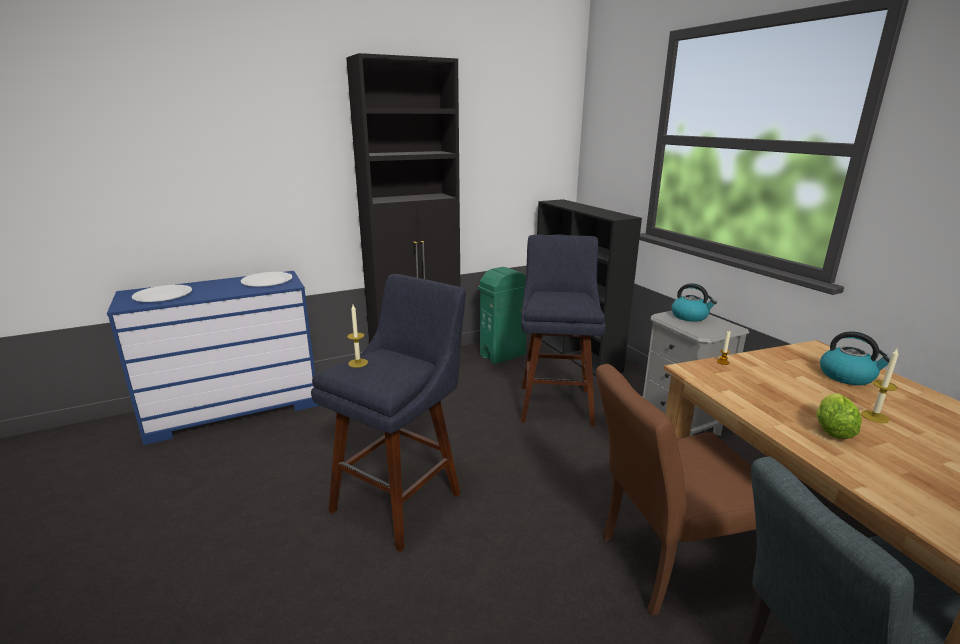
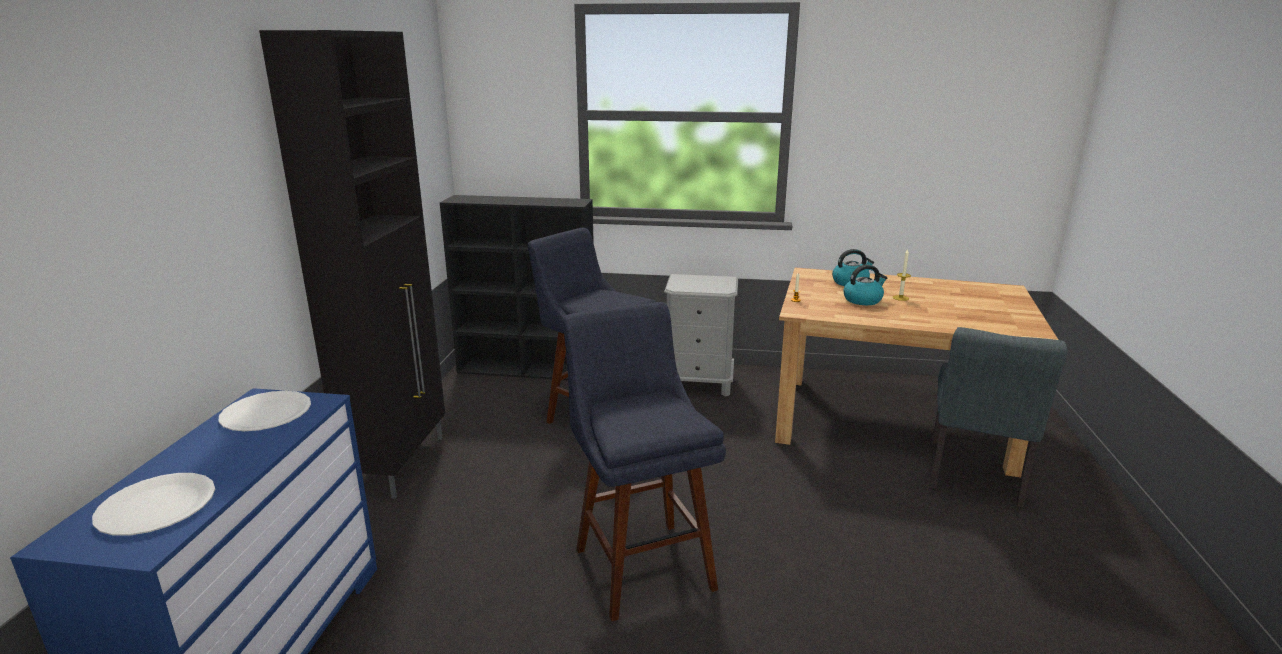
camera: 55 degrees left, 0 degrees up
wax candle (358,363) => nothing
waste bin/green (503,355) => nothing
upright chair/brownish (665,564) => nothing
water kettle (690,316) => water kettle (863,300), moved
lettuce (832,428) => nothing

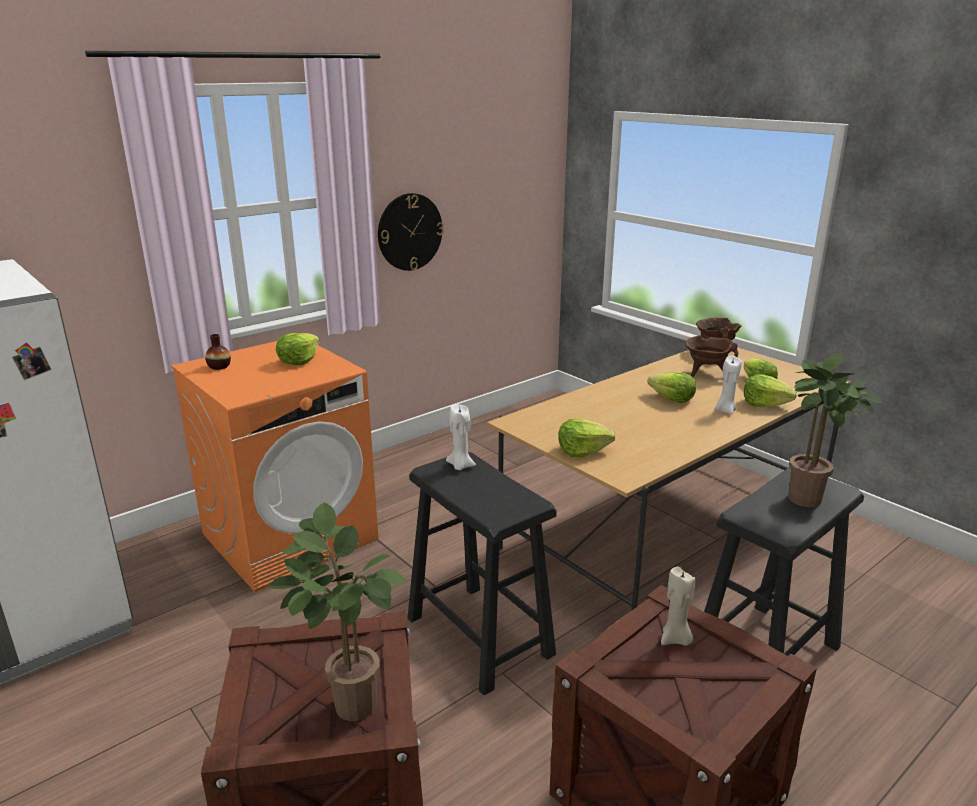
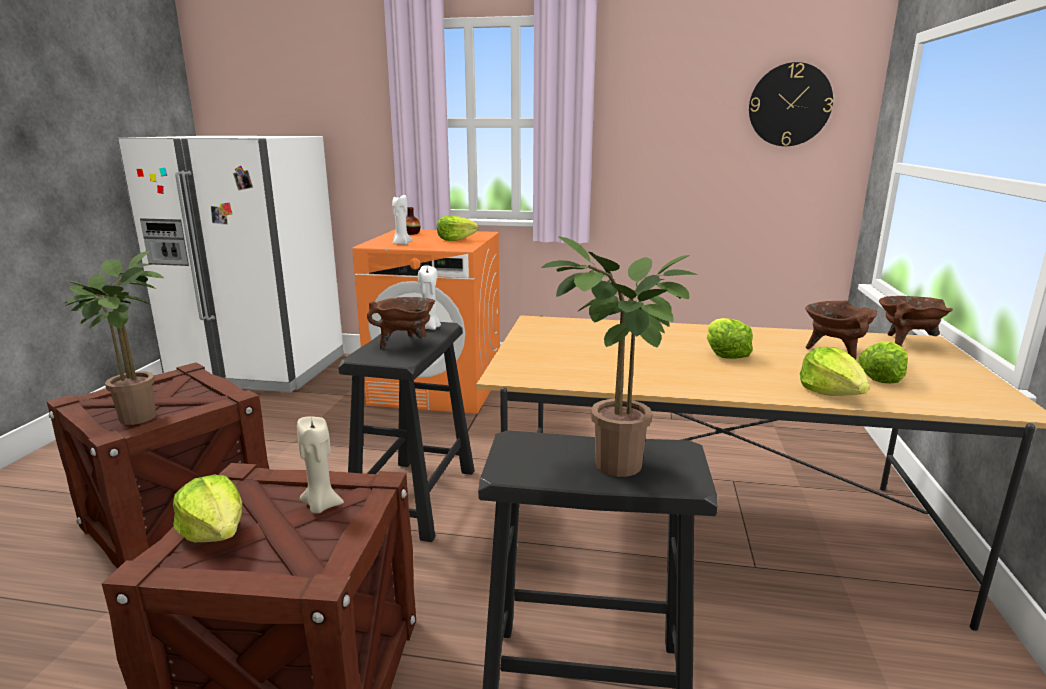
camera: 50 degrees right, 5 degrees down
wall clock (410,232) => wall clock (789,105), moved
lettuce (582,451) => lettuce (215,532), moved
wax candle/whitish (725,410) => wax candle/whitish (401,244), moved
nothing => stockpot/brownish (405,344)

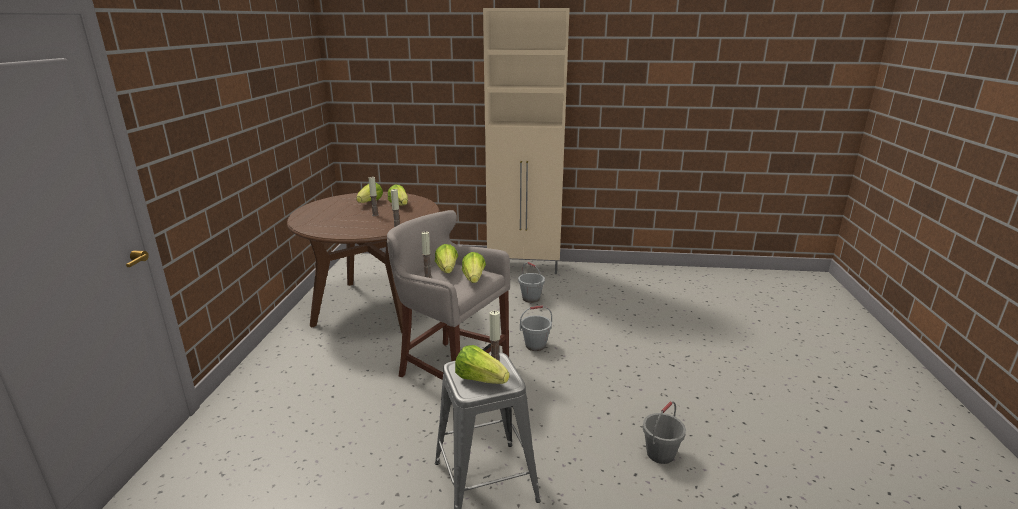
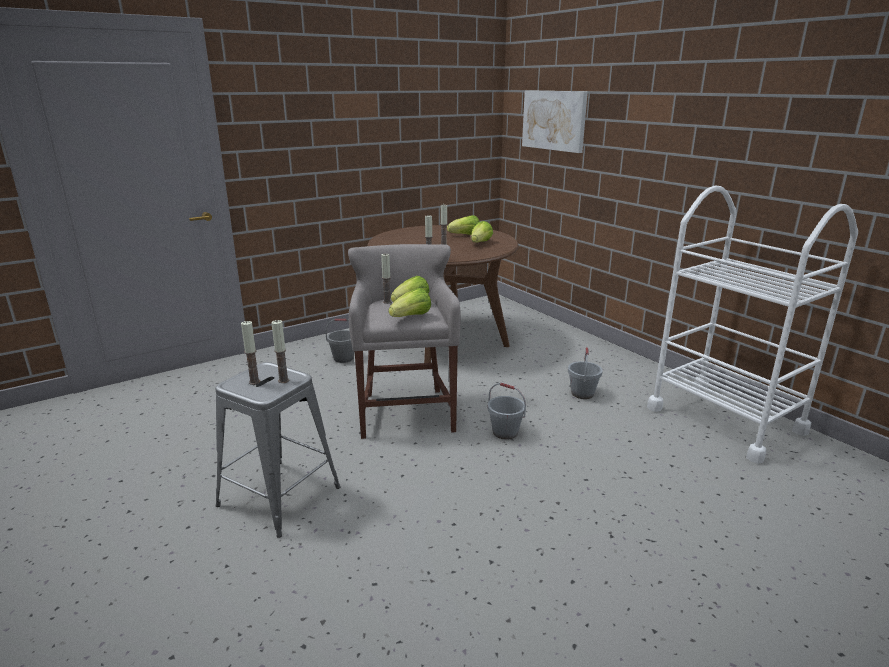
camera: 50 degrees right, 0 degrees up
lettuce (480,379) => wax candle (254,382)
cabinet/sand-coloured (525,267) => nothing
water bucket/gray (660,454) => water bucket/gray (343,358), moved
nothing => picture (554,120)
nothing => trolley/whitish (725,419)

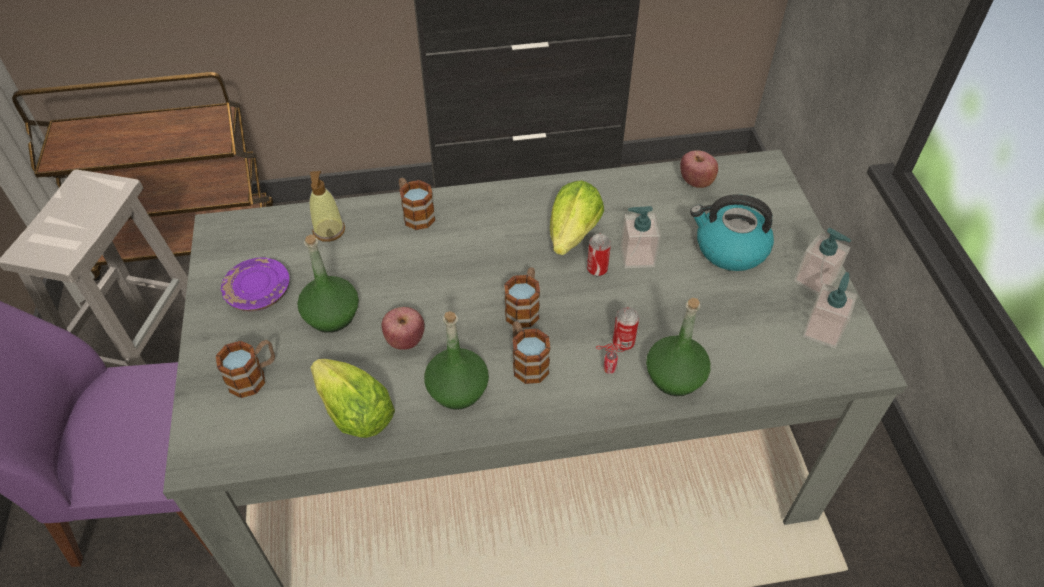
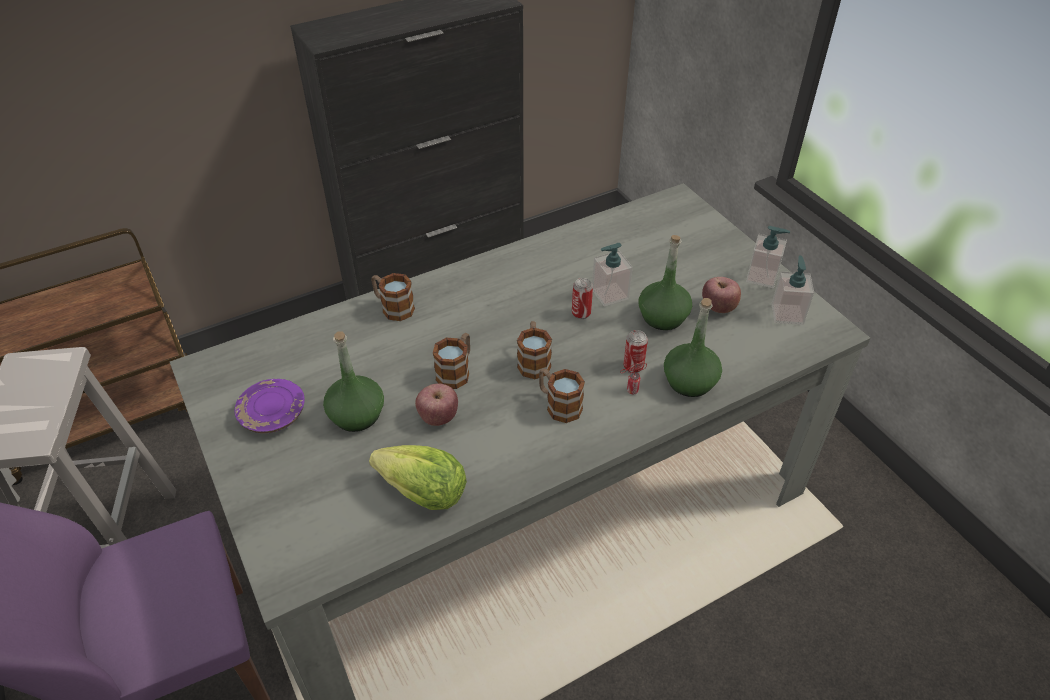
camera: 20 degrees left, 5 degrees down
mug (254,376) => mug (456,371), moved
soap bottle (329,231) => nothing
beverage bottle/green (458,389) => beverage bottle/green (662,317), moved
lettuce (573,234) => nothing
apple fruit (696,181) => apple fruit (718,307), moved
water kettle (729,249) => nothing

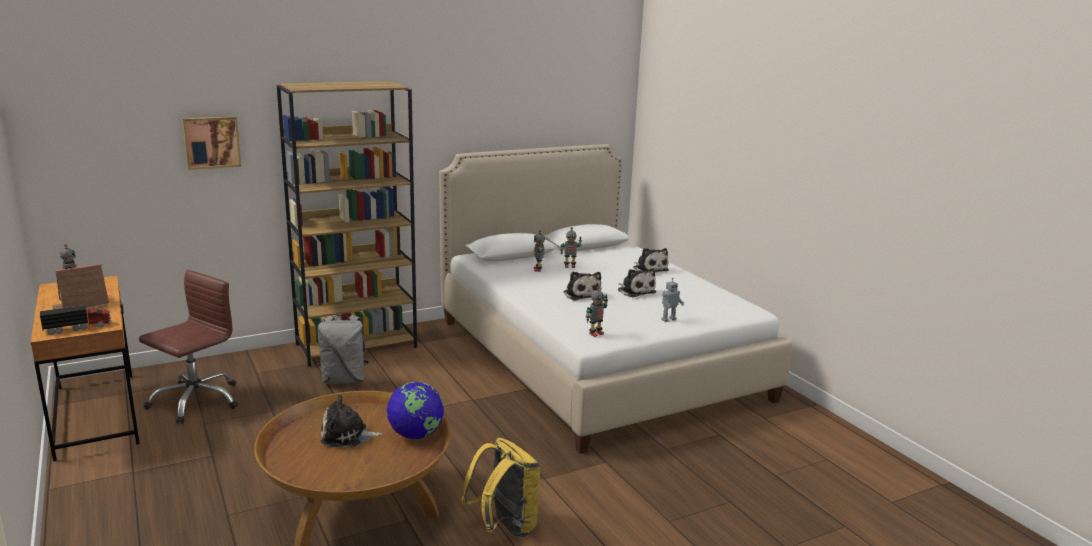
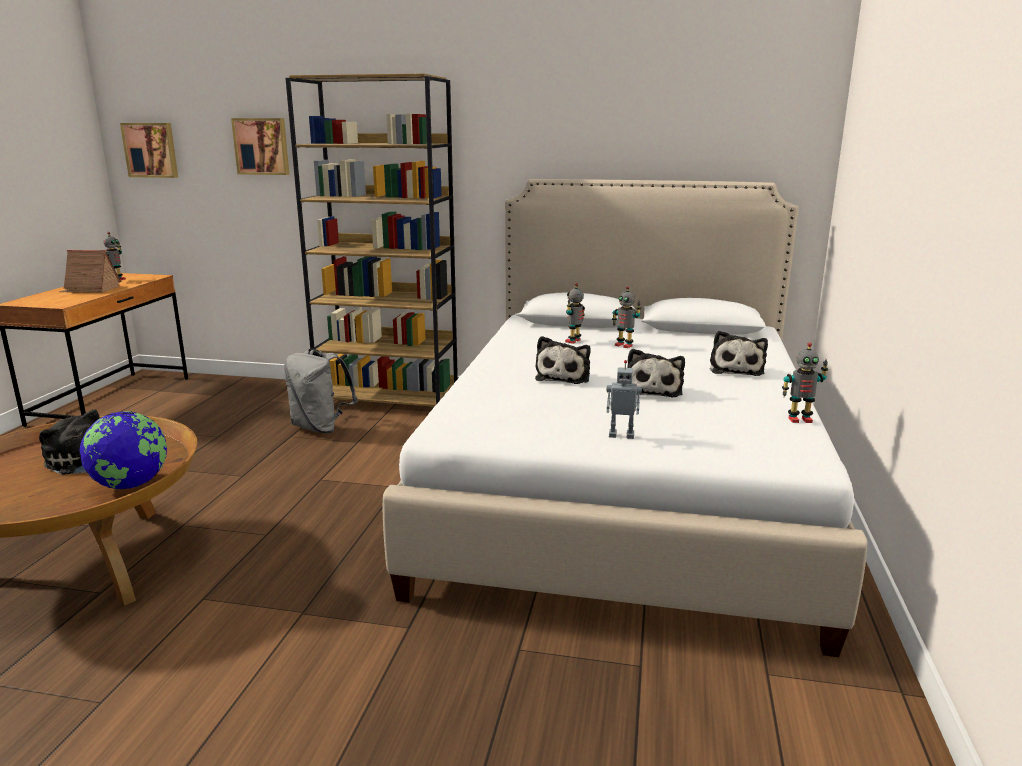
camera: 40 degrees right, 0 degrees up
model truck (78,327) => nothing
desk chair/brownish (195,401) => nothing
rucksack/yellowish (504,527) => nothing
toy robot (595,333) => toy robot (799,419), moved
nothing => picture (151,150)

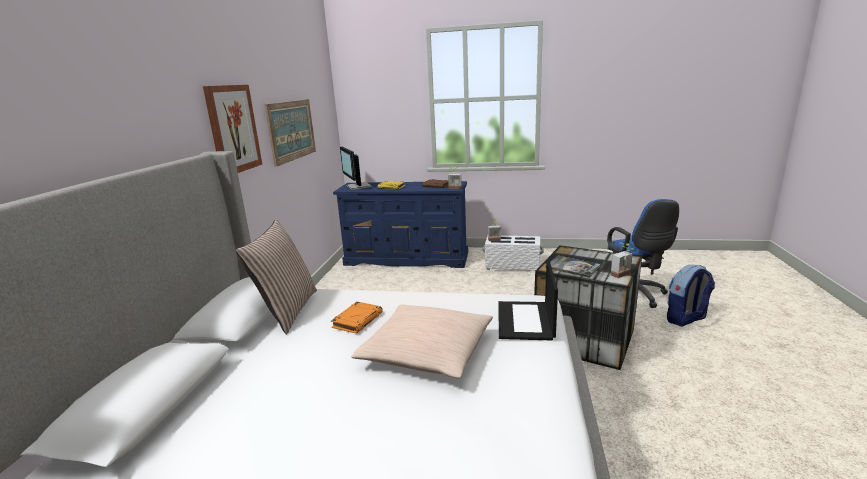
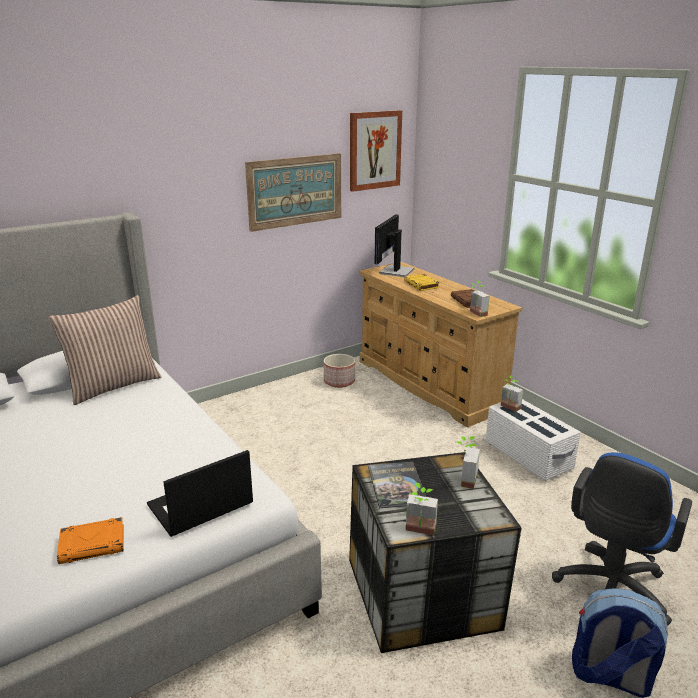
camera: 45 degrees right, 5 degrees up
picture (233,129) => picture (374,150), moved
bound book/orangey (357,320) => bound book/orangey (93,544), moved
drawer chest/blue-coloured (407,259) => drawer chest/sand-coloured (429,384)
cushion/sand-coloured (427,352) => nothing
nothing => plant pot (339,382)
nothing => plant in a pot (463,479)

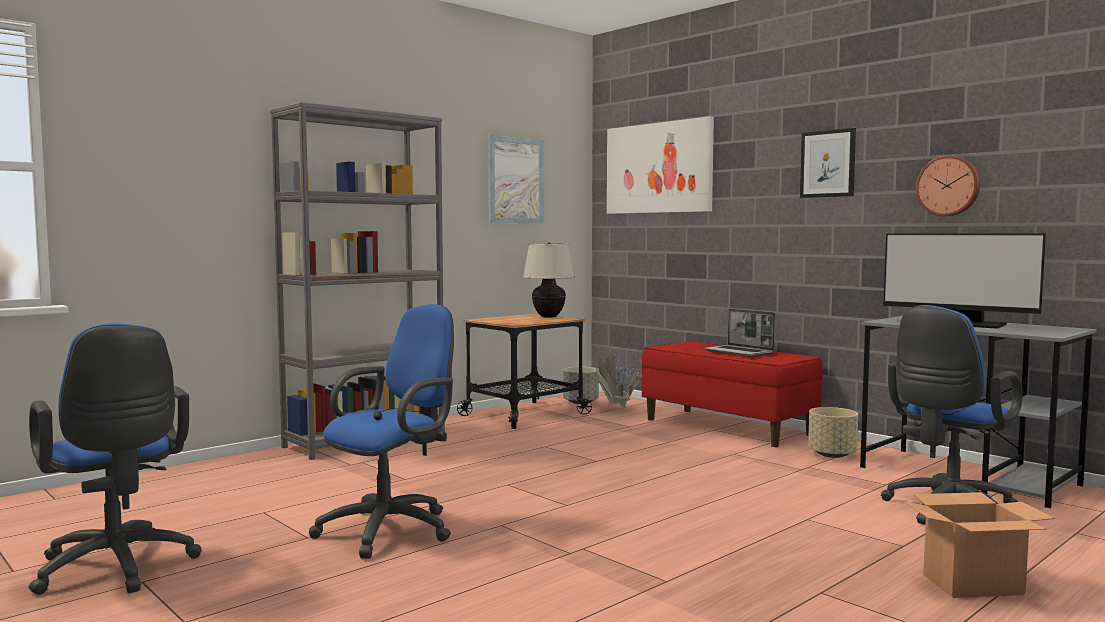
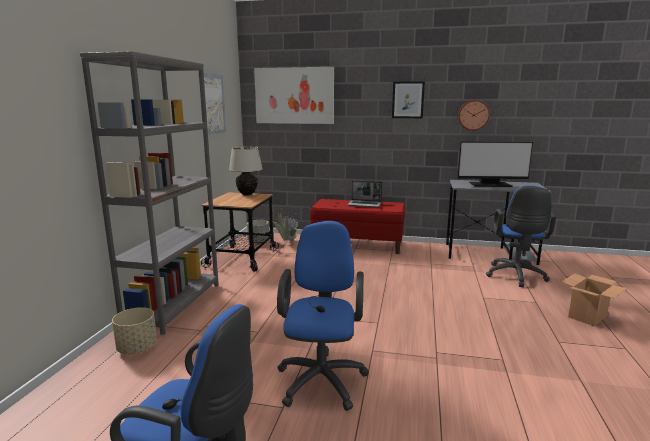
camera: 35 degrees left, 10 degrees up
plant pot/sand-coloured (832,455) => plant pot/sand-coloured (137,348), moved

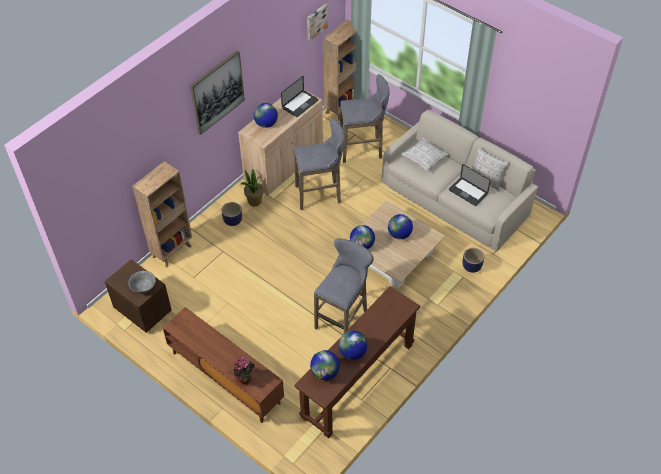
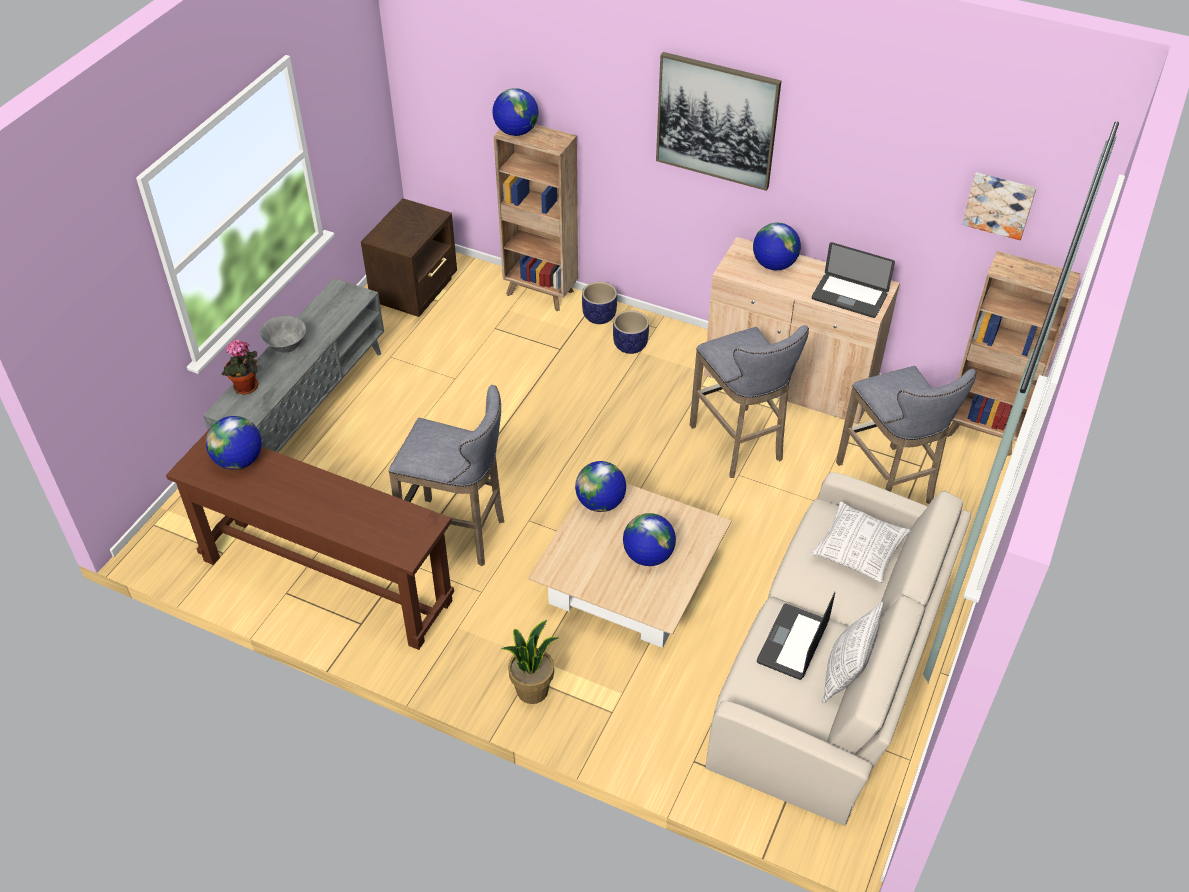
camera: 75 degrees right, 5 degrees down
deep dish/gray (144,288) => deep dish/gray (286,347), moved
tv unit/brownish (225,377) => tv unit/gray (307,408)
plant in a pot (254,201) => plant in a pot (532,690), moved
desk globe (352,352) => desk globe (516,132), moved
plant pot (471,267) => plant pot (599,317), moved

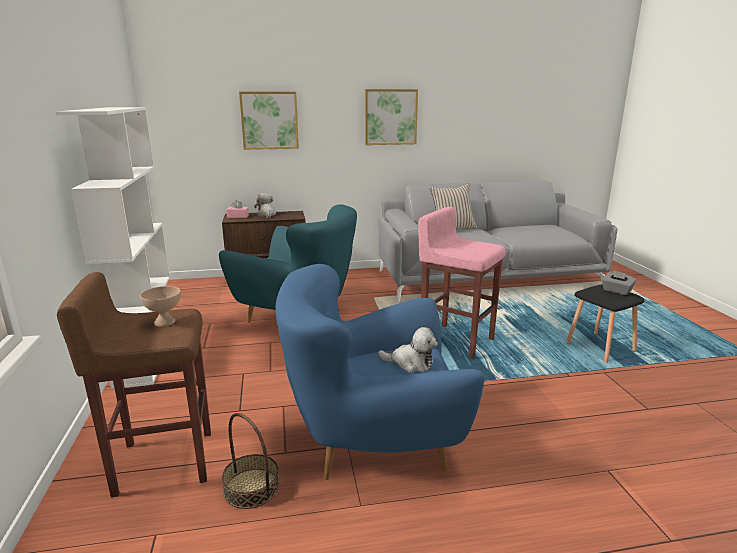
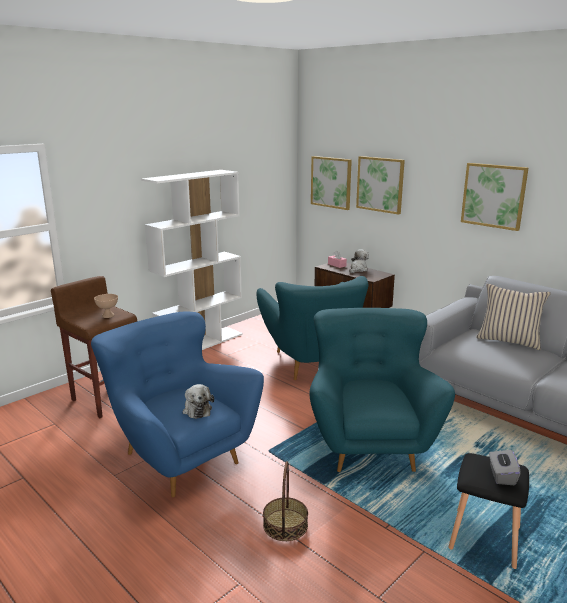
camera: 55 degrees right, 0 degrees up
basket (251,488) => basket (285,525), moved
stool/pink-coloured (456,341) => easy chair/blue-green (369,444)
nothing => picture (331,182)

